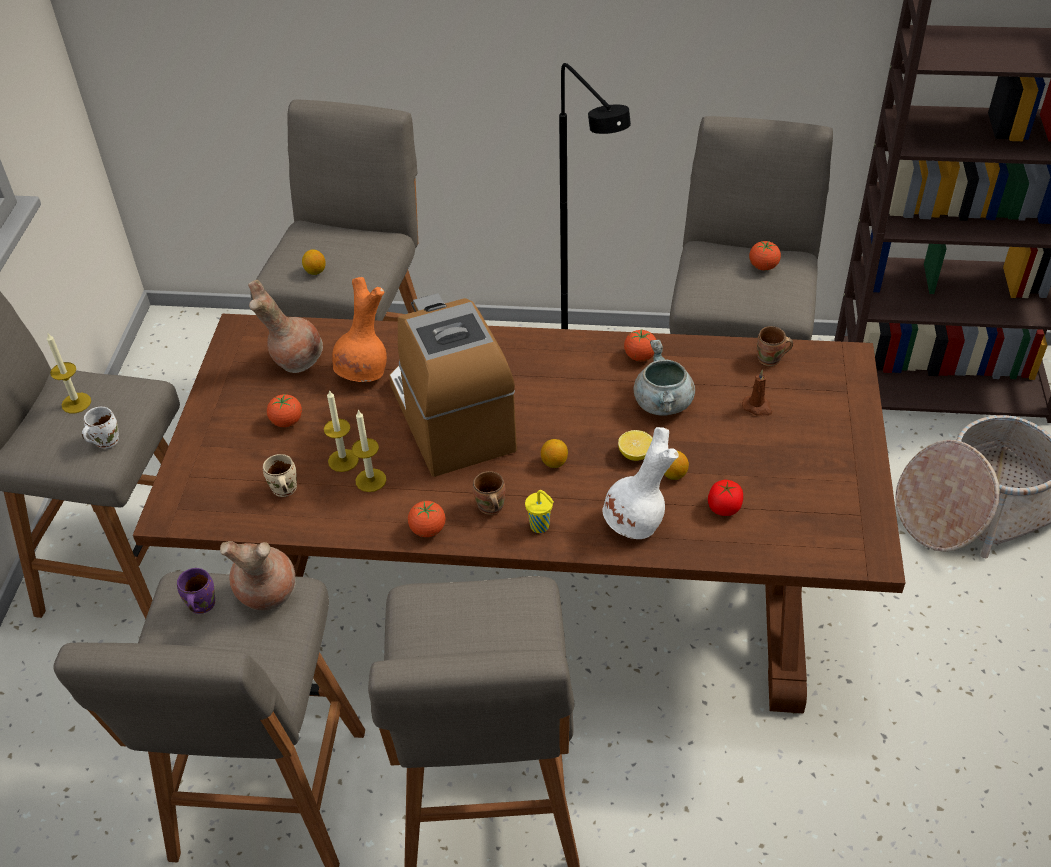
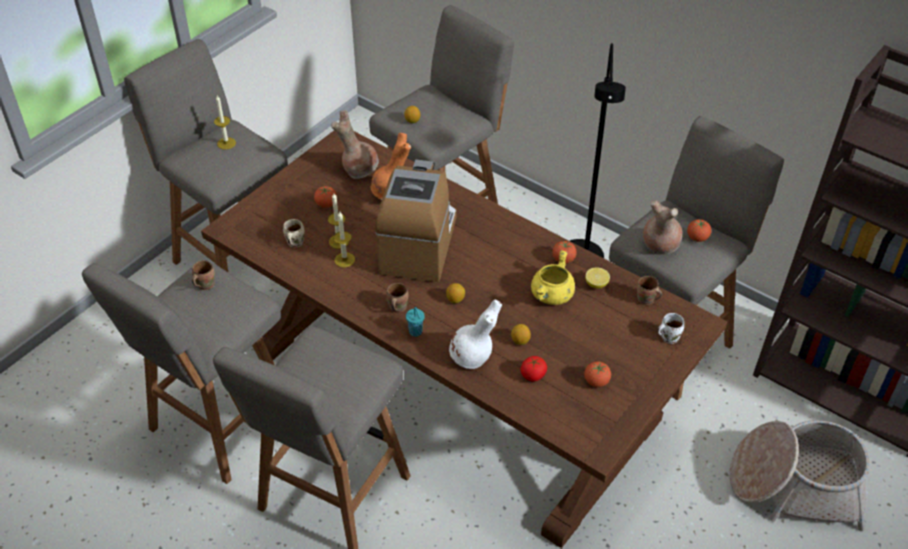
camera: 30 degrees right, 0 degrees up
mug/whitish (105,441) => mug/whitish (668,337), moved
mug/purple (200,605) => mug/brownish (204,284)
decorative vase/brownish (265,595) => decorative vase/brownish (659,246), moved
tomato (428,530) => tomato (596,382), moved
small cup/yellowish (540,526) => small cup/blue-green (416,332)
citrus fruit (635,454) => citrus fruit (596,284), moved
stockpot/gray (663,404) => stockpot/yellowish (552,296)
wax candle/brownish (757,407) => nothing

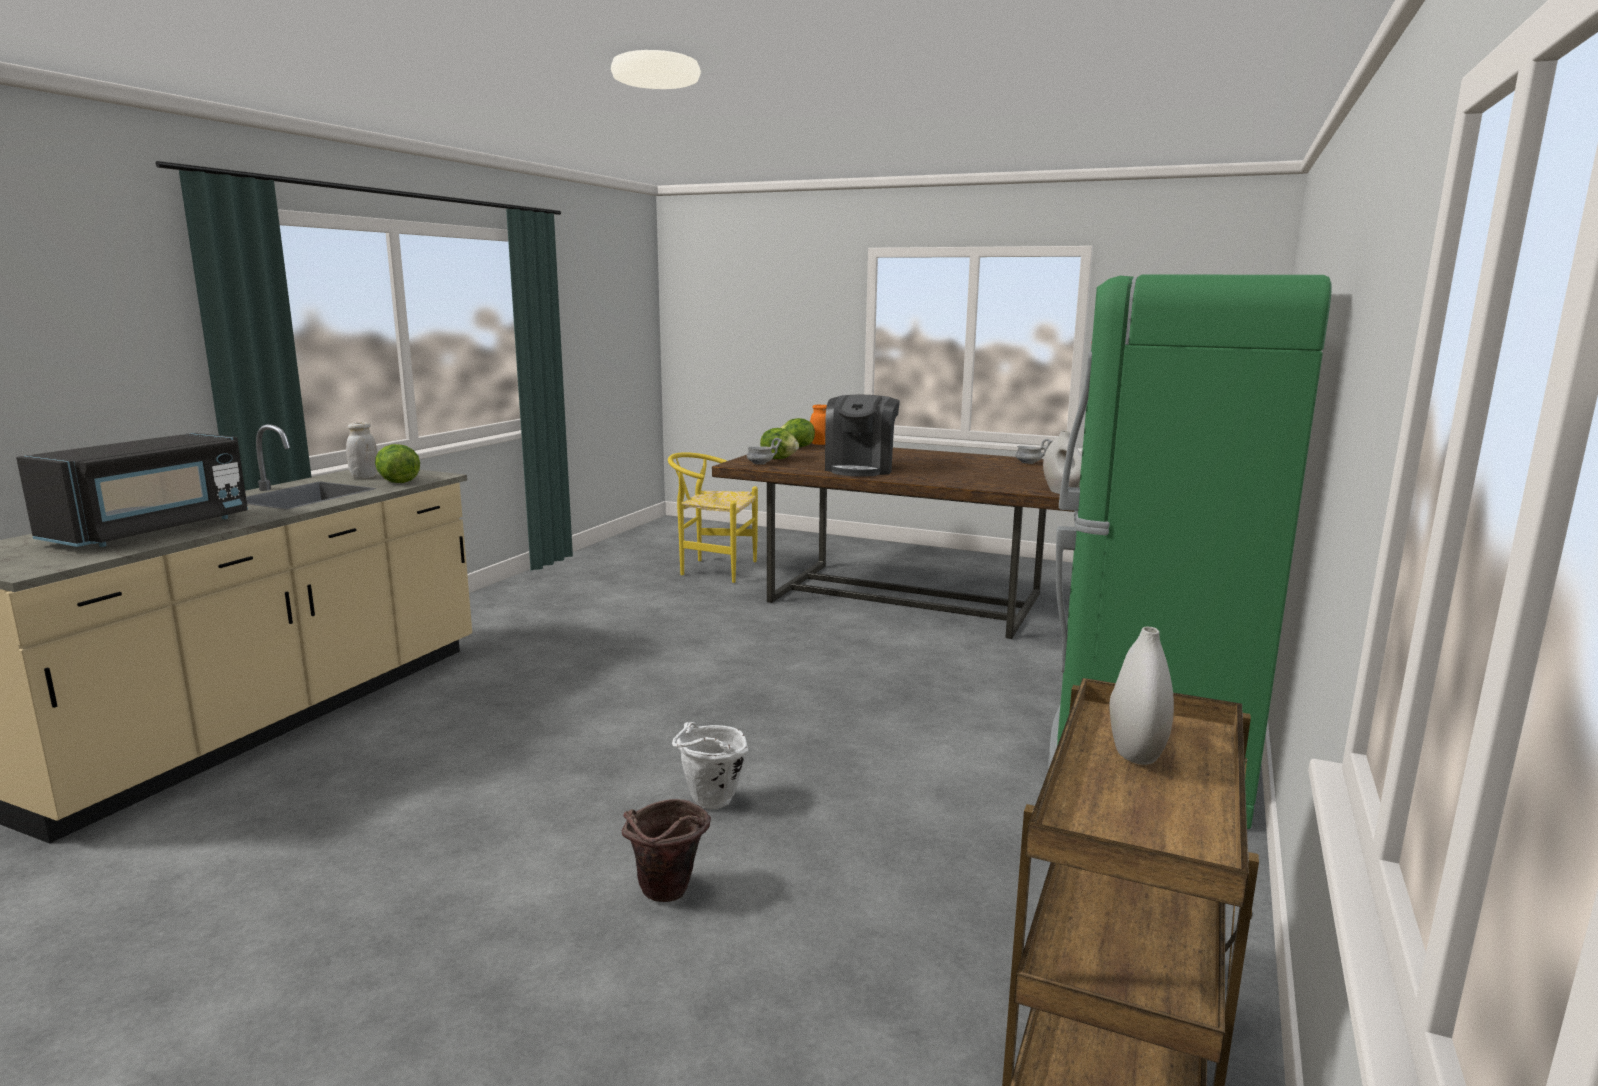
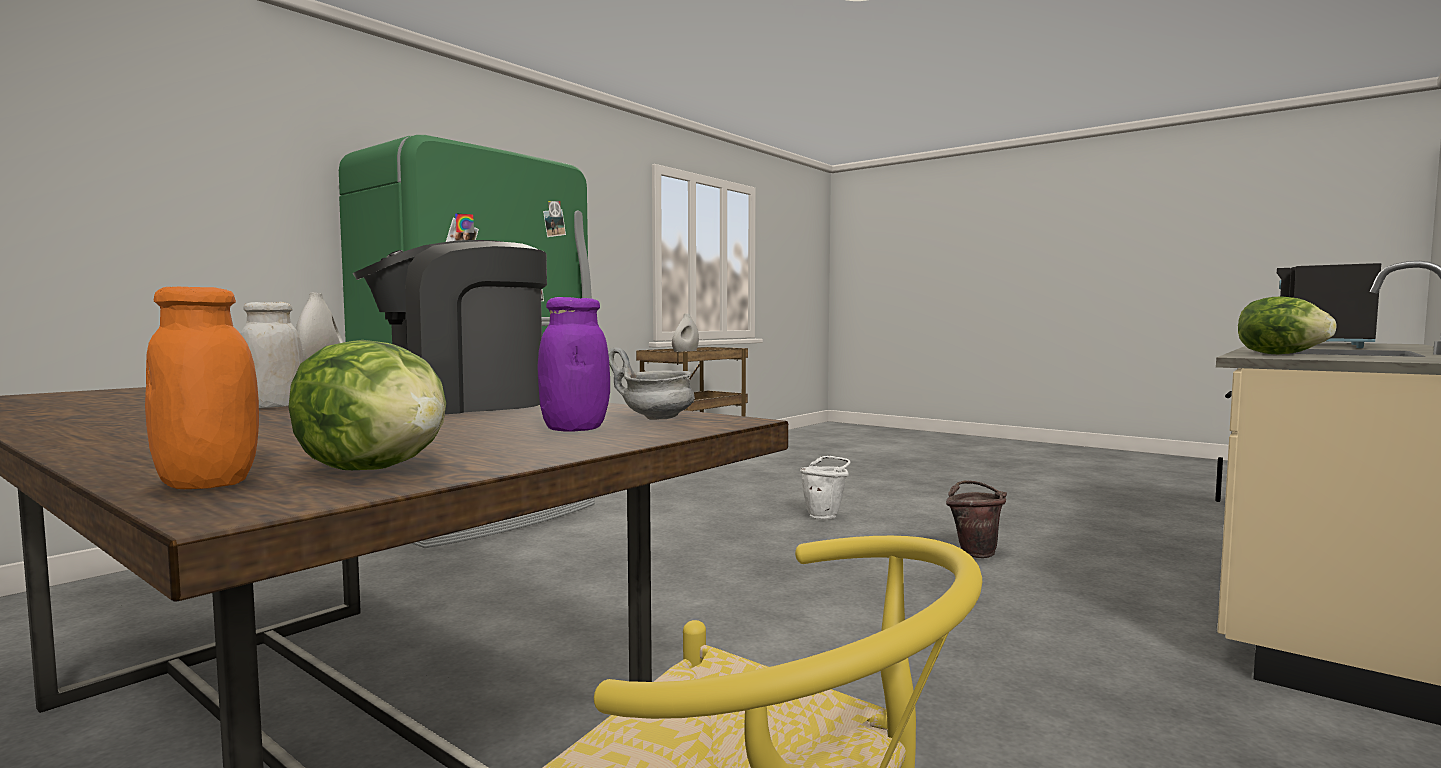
camera: 165 degrees left, 10 degrees down
preserve jar/whitish (364,477) => preserve jar/whitish (274,406), moved
water bucket/brownish (667,896) => water bucket/brownish (975,552), moved
lettuce (779,458) => preserve jar/purple (575,429)
coffee maker (860,469) => coffee maker (459,404), 150 degrees counterclockwise
deep dish/gray (1029,463) => nothing

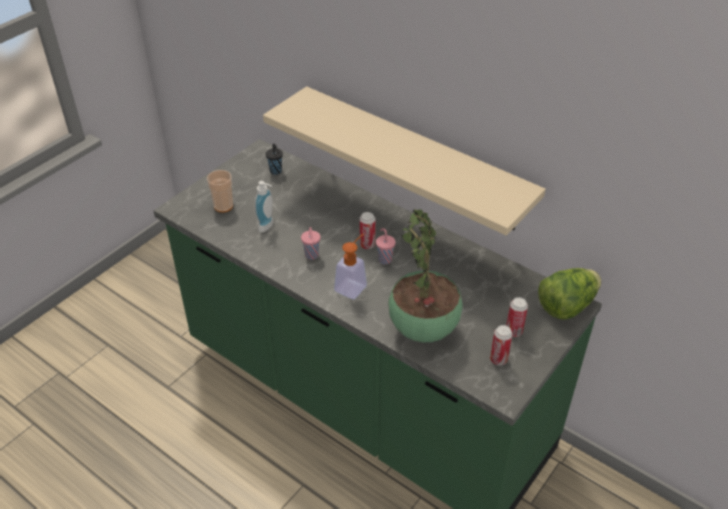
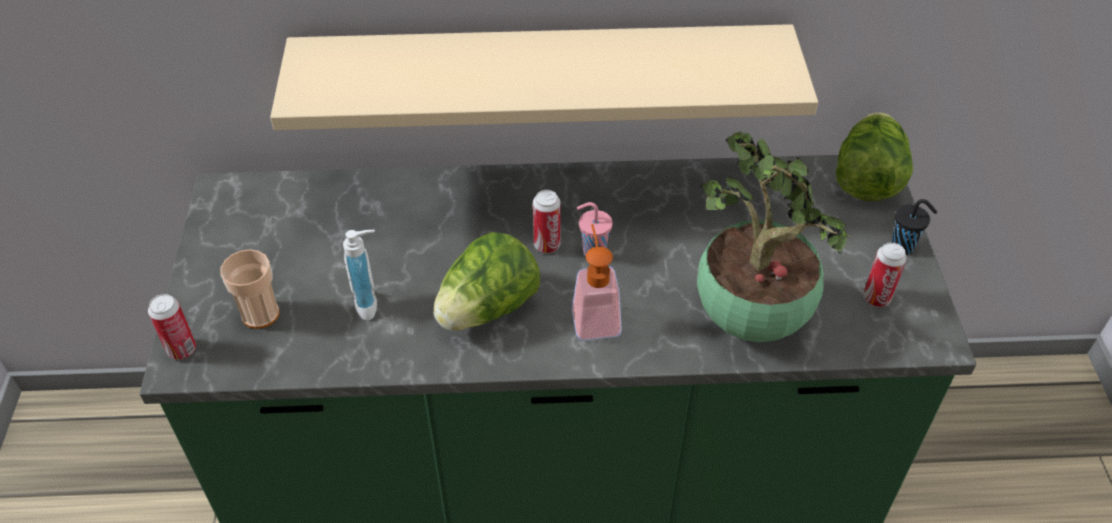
camera: 40 degrees left, 5 degrees up
small cup/black (276,171) => small cup/black (903,247), moved
small cup/pink-coloured (311,256) => lettuce (488,309)
can (513,331) => can (182,349), moved

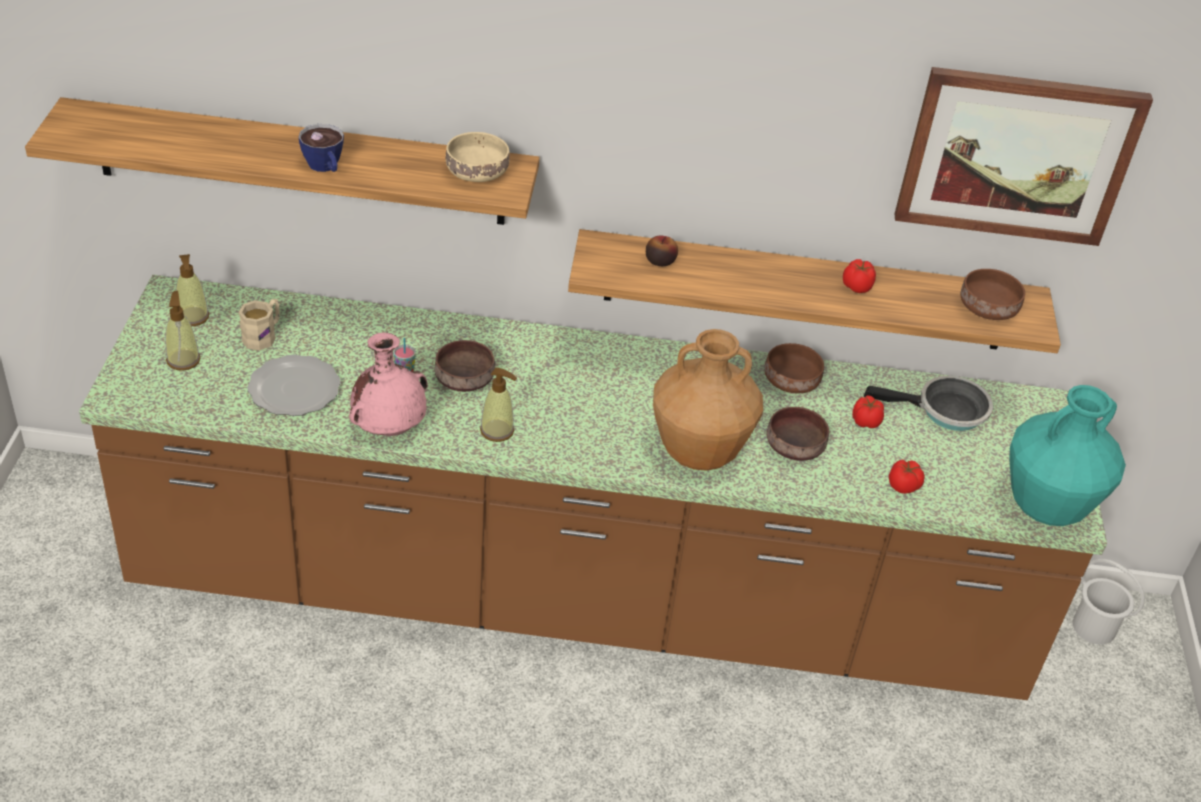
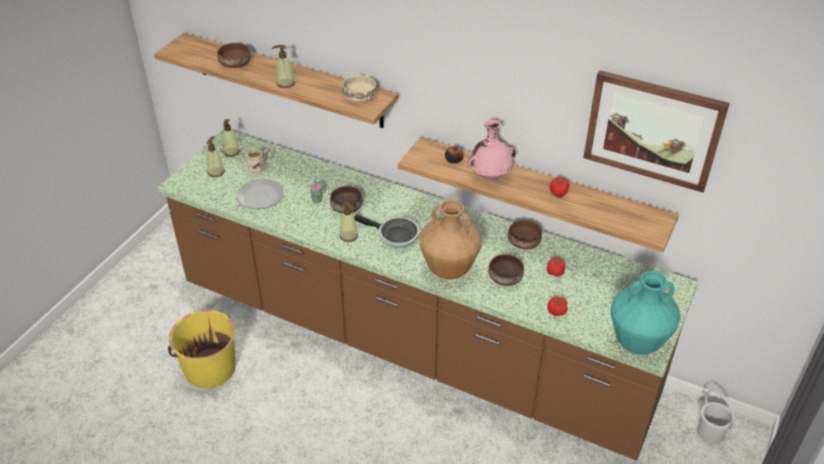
camera: 25 degrees right, 0 degrees up
small cup (325,168) => soap bottle (285,83)
decorative vase/pink-coloured (390,428) => decorative vase/pink-coloured (491,176), moved
skillet (945,411) => skillet (395,236), moved
deep dish/brownish (989,308) => deep dish/brownish (236,63), moved
nothing => water bucket/yellowish (209,368)

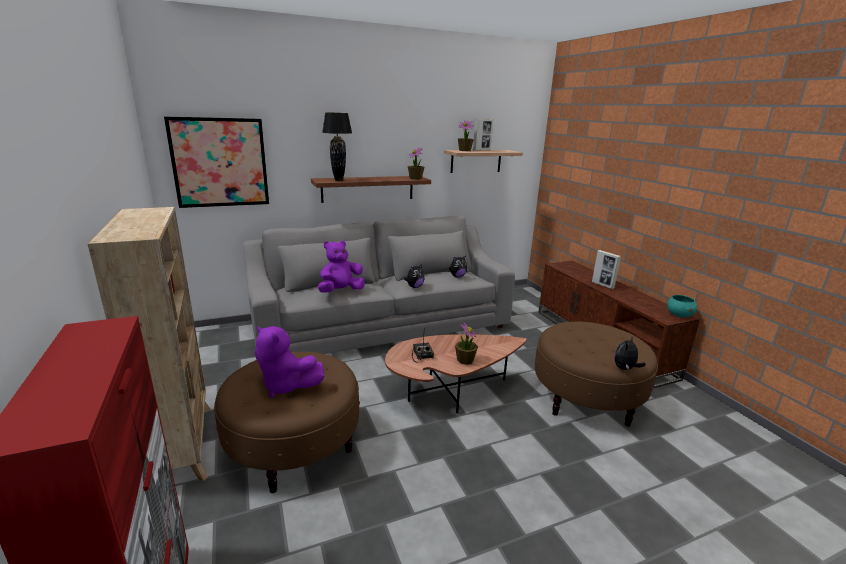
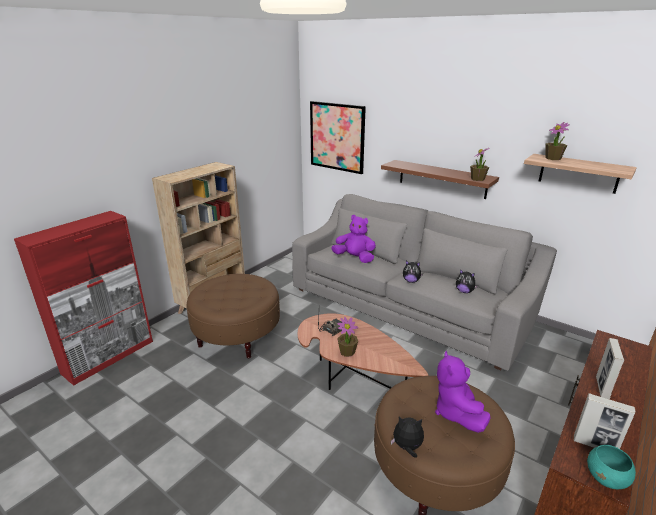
camera: 60 degrees right, 5 degrees up
cuddly toy/purple (286,386) => cuddly toy/purple (456,412), moved
tabletop lamp/black (338,180) => nothing
picture frame (481,150) => picture frame (594,445), moved

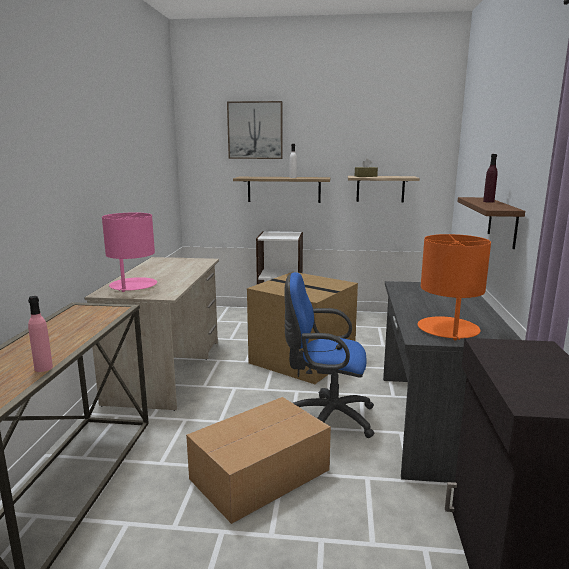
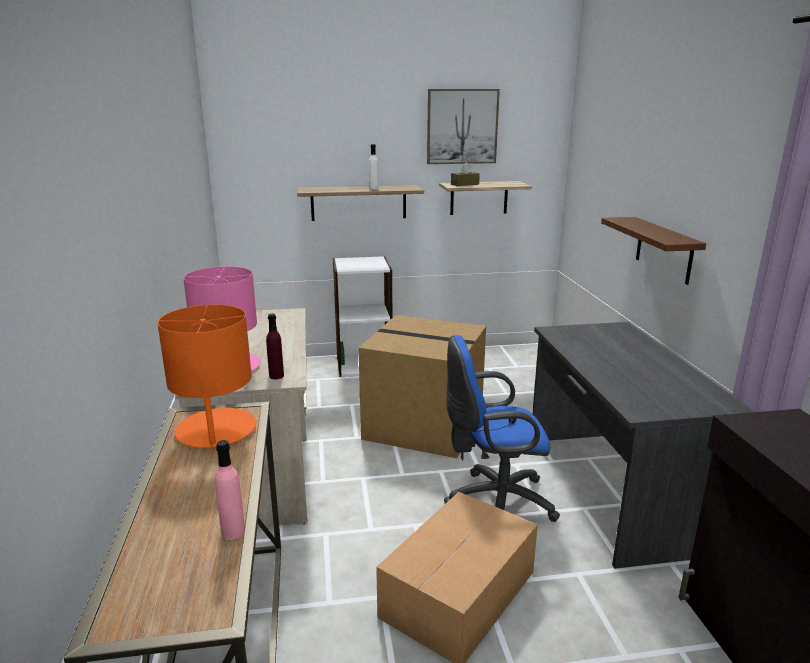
camera: 15 degrees left, 5 degrees up
picture (255,130) => picture (462,126), moved
tabletop lamp/orangey (448,329) => tabletop lamp/orangey (216,430), moved
beverage bottle/purple (488,201) => beverage bottle/purple (276,376), moved

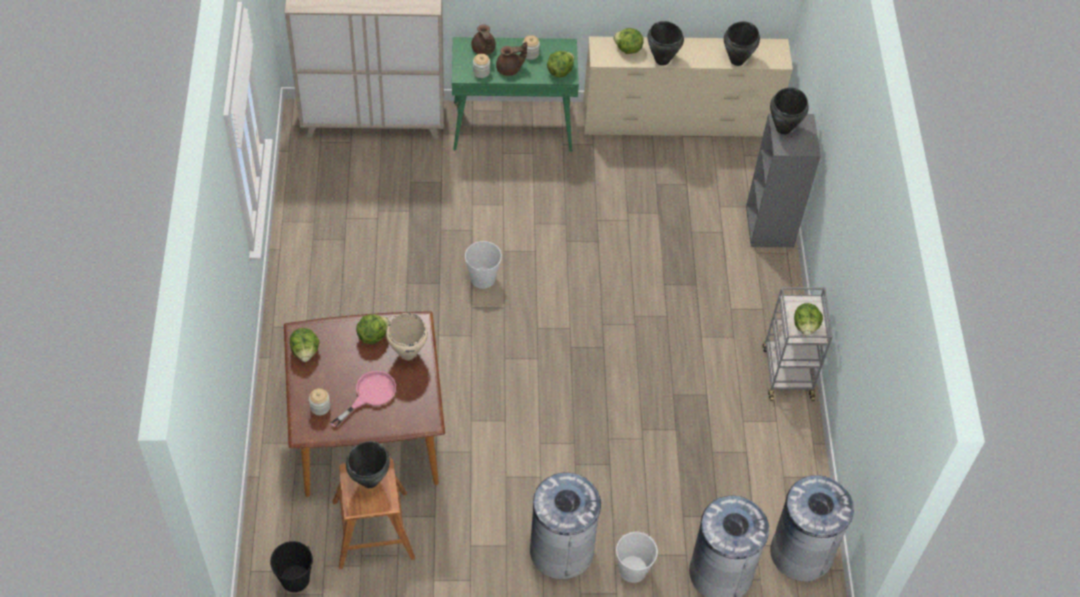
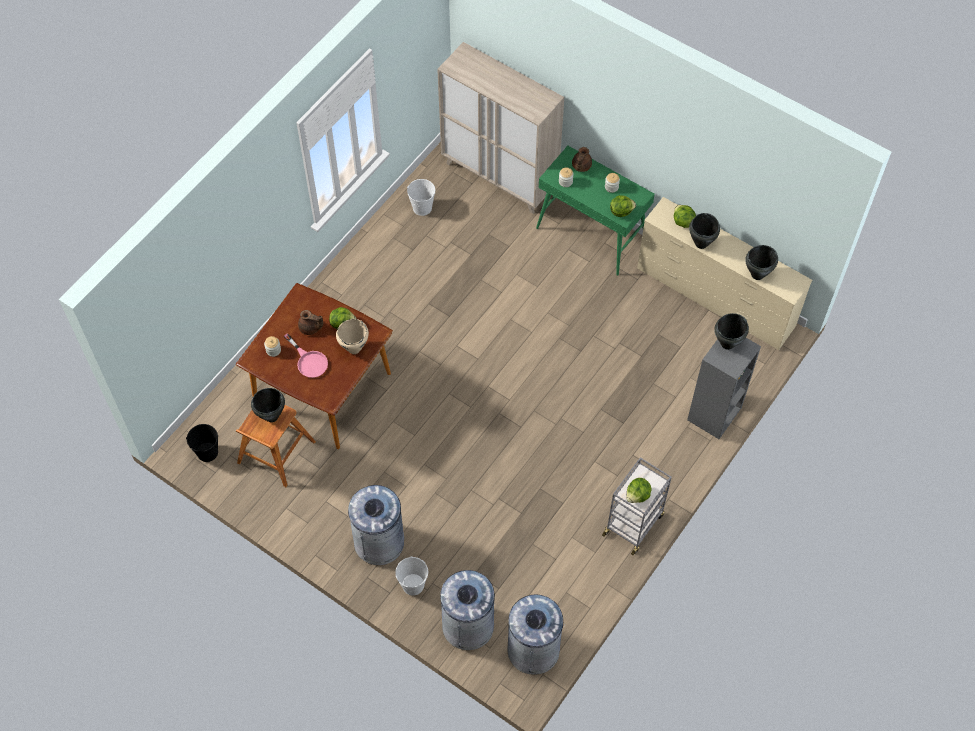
camera: 40 degrees right, 5 degrees up
lettuce (305,351) => nothing
skillet/pink-coloured (370,395) => skillet/pink-coloured (309,361), 60 degrees clockwise
water bucket/whitish (482,278) => water bucket/whitish (422,207), moved
teapot/brownish (510,69) => teapot/brownish (310,328), moved

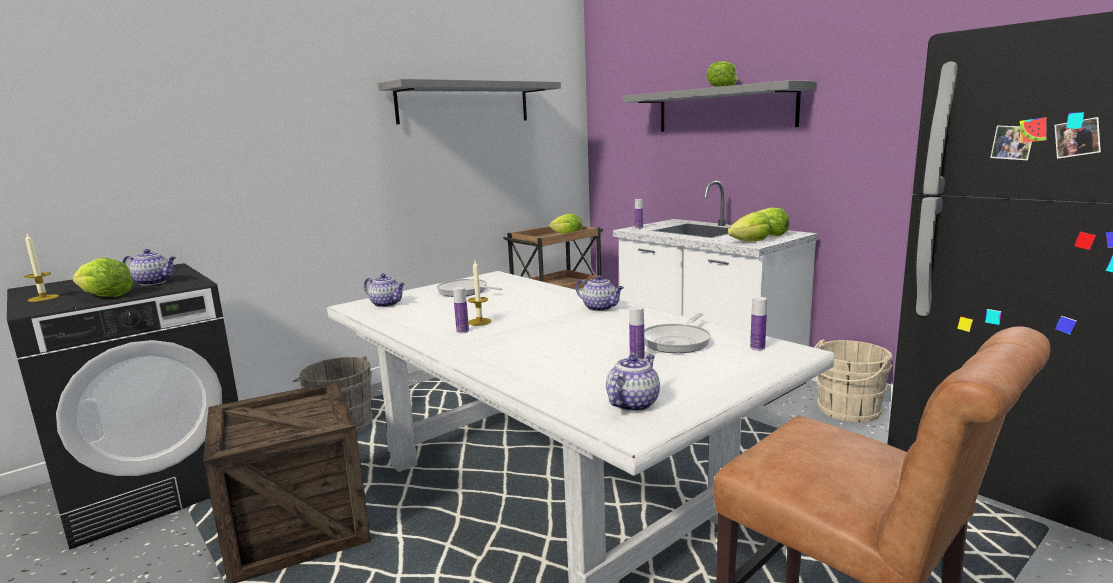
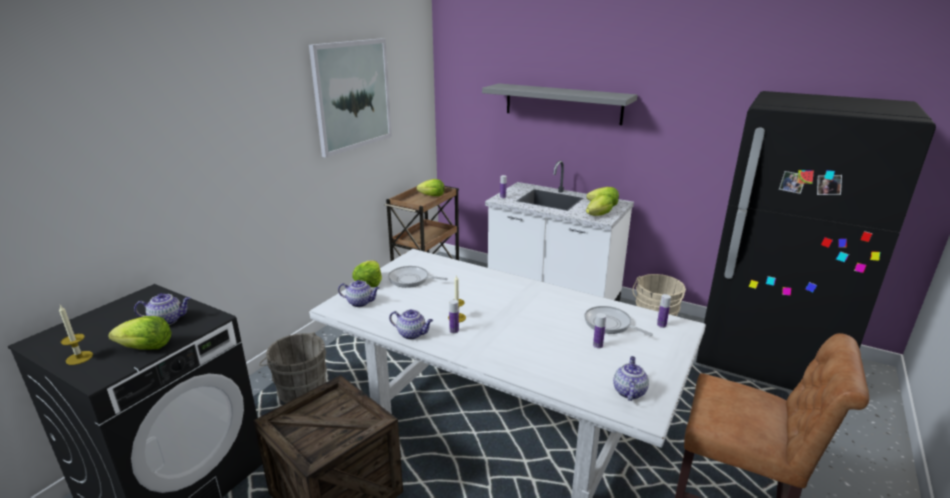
camera: 20 degrees left, 10 degrees up
bracket shelf/gray (464,103) => picture (352,95)
teapot (600,308) => teapot (412,334), moved
skillet (677,341) => skillet (610,324), 120 degrees clockwise
lettuce (722,87) => lettuce (368,283), moved

